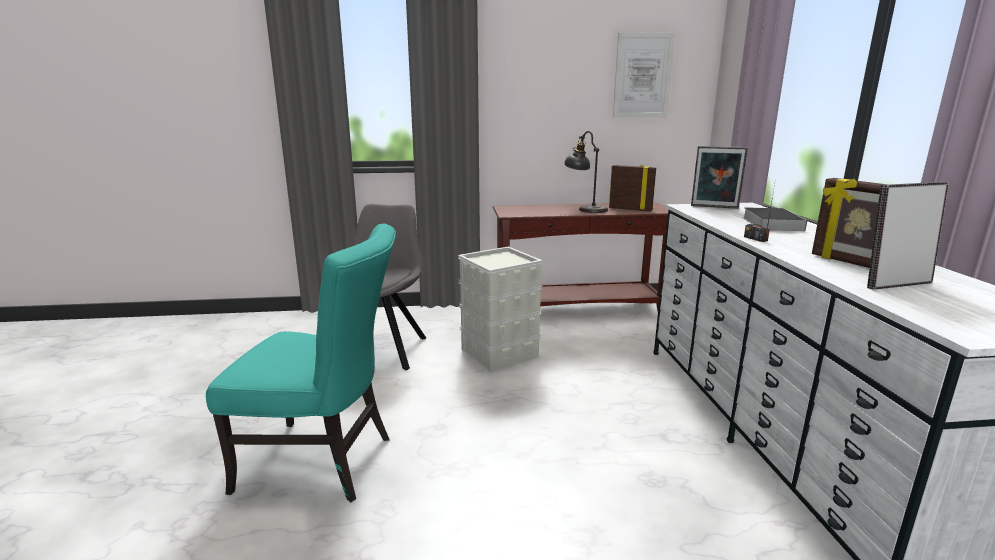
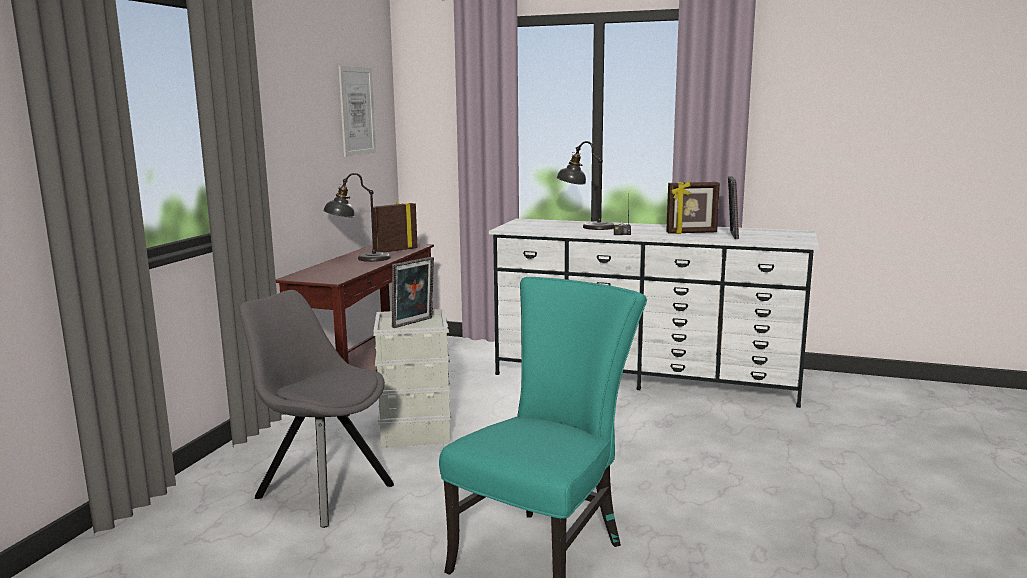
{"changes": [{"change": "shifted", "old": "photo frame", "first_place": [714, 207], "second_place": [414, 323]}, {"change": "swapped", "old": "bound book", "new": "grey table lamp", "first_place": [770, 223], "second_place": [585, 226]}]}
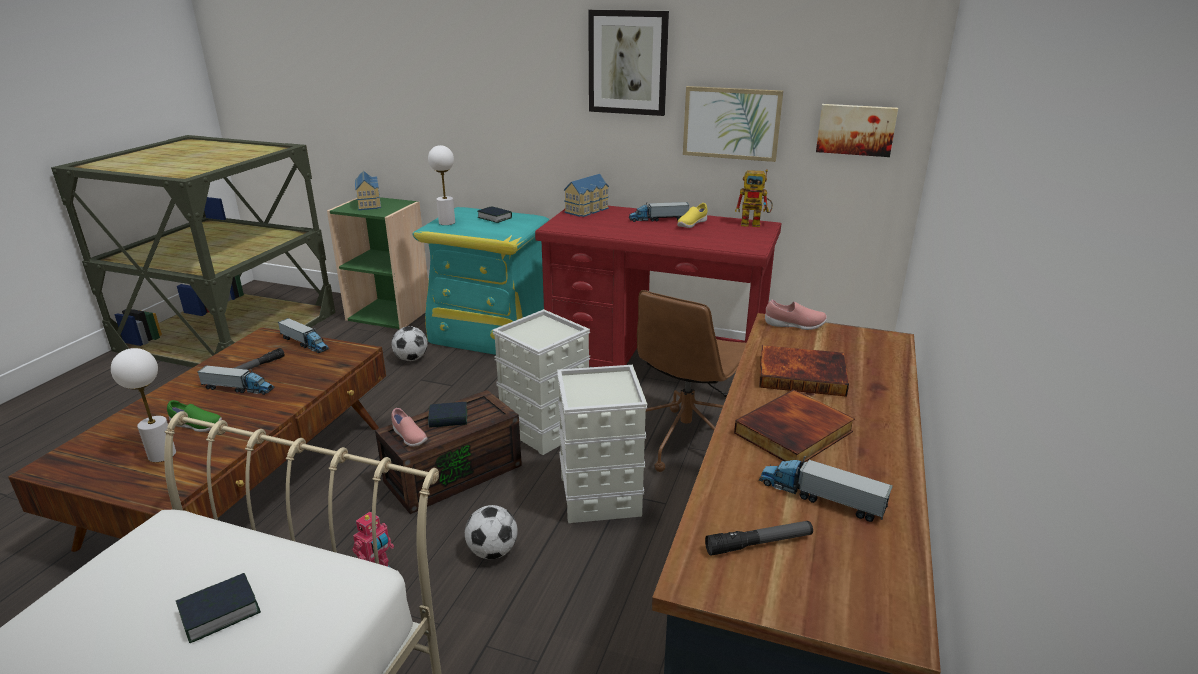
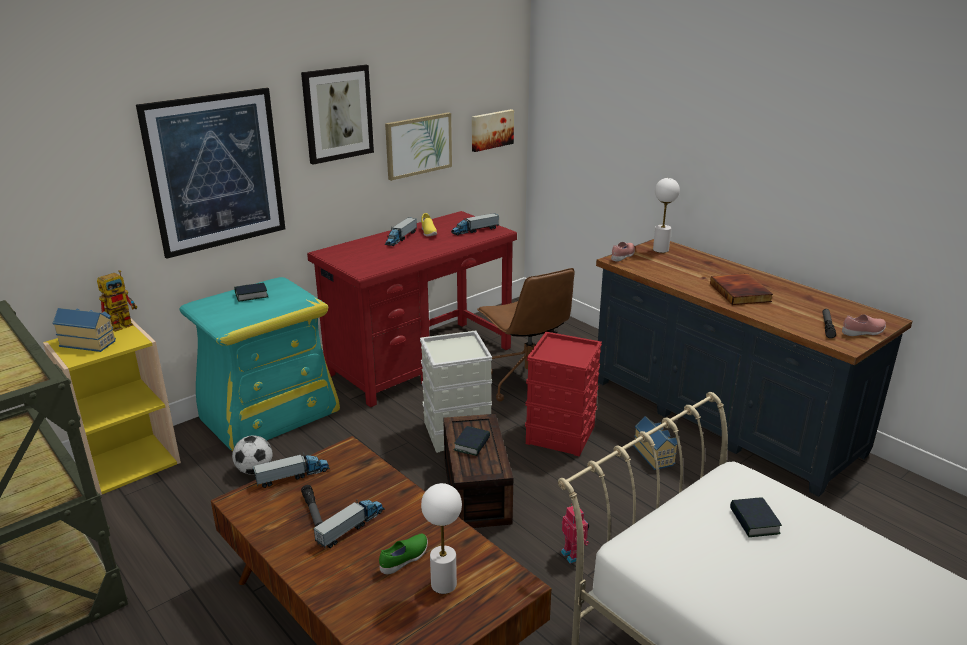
{"changes": [{"change": "repainted", "old": "green-coloured bookcase", "new": "yellowish bookcase", "first_place": [390, 313], "second_place": [129, 462]}, {"change": "shifted", "old": "pinkish shoe", "first_place": [409, 437], "second_place": [863, 332]}, {"change": "shifted", "old": "whitish table lamp", "first_place": [447, 222], "second_place": [660, 249]}, {"change": "gone", "old": "football", "first_place": [492, 552]}, {"change": "repainted", "old": "grey storage bin", "new": "red-coloured storage bin", "first_place": [601, 496], "second_place": [561, 435]}, {"change": "shifted", "old": "model house", "first_place": [588, 210], "second_place": [655, 454]}, {"change": "shifted", "old": "model robot", "first_place": [755, 224], "second_place": [124, 324]}, {"change": "gone", "old": "bound book", "first_place": [802, 374]}, {"change": "shifted", "old": "toy truck", "first_place": [820, 498], "second_place": [475, 230]}, {"change": "new", "new": "picture", "second_place": [216, 171]}]}
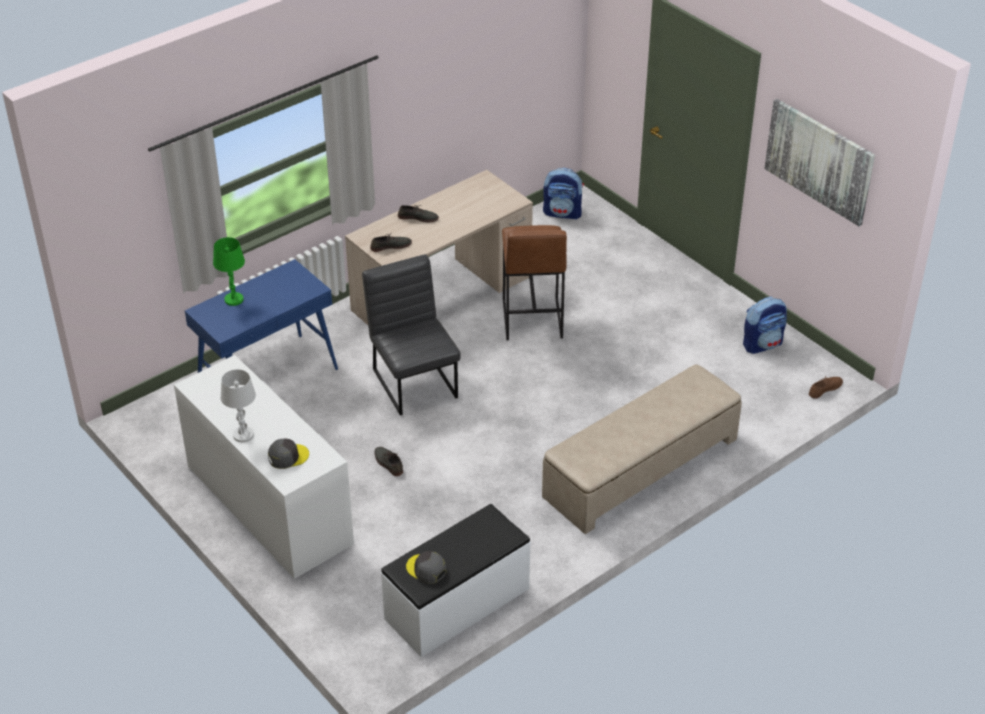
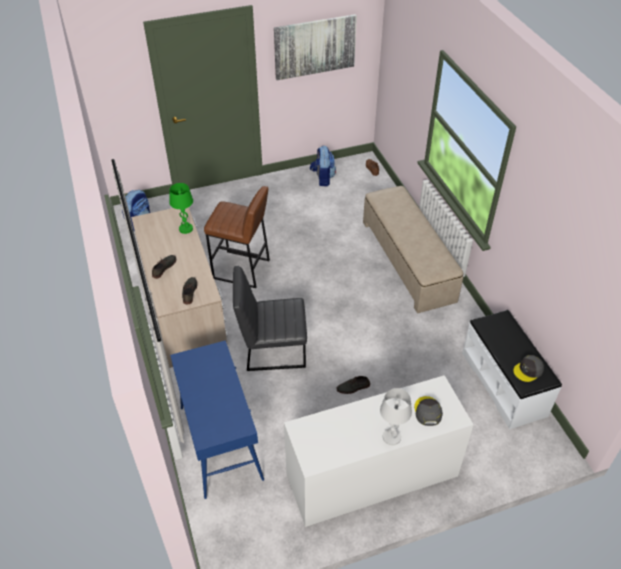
{"changes": [{"change": "shifted", "old": "green-coloured table lamp", "first_place": [234, 300], "second_place": [186, 228]}]}
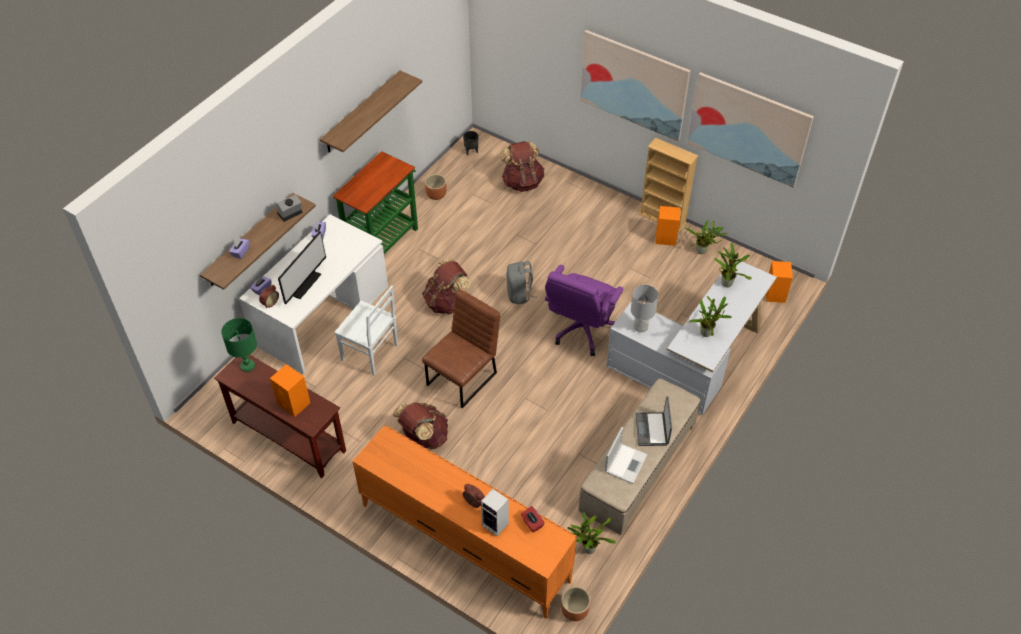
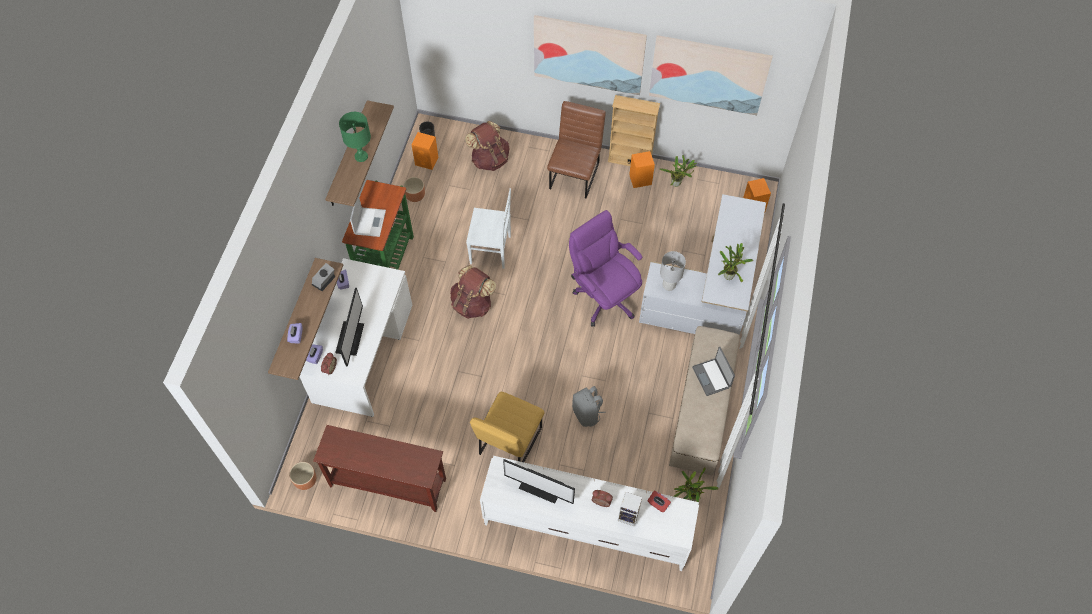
{"changes": [{"change": "shifted", "old": "green-coloured table lamp", "first_place": [248, 365], "second_place": [361, 156]}, {"change": "shifted", "old": "orange-coloured audio speaker", "first_place": [294, 404], "second_place": [427, 161]}, {"change": "shifted", "old": "whitish plain chair", "first_place": [371, 353], "second_place": [492, 250]}, {"change": "repainted", "old": "orange-coloured cupboard", "new": "whitish cupboard", "first_place": [463, 543], "second_place": [585, 528]}, {"change": "swapped", "old": "brownish knapsack", "new": "yellowish plain chair", "first_place": [424, 437], "second_place": [509, 442]}, {"change": "shifted", "old": "brownish plain chair", "first_place": [463, 377], "second_place": [575, 174]}, {"change": "shifted", "old": "grey knapsack", "first_place": [519, 294], "second_place": [587, 414]}, {"change": "rotated", "old": "purple-coloured desk chair", "first_place": [581, 332], "second_place": [603, 296], "degrees": 135}, {"change": "shifted", "old": "brownish planter", "first_place": [574, 610], "second_place": [306, 480]}, {"change": "shifted", "old": "laptop", "first_place": [626, 462], "second_place": [370, 221]}, {"change": "gone", "old": "houseplant", "first_place": [727, 282]}, {"change": "new", "new": "monitor", "second_place": [541, 486]}]}
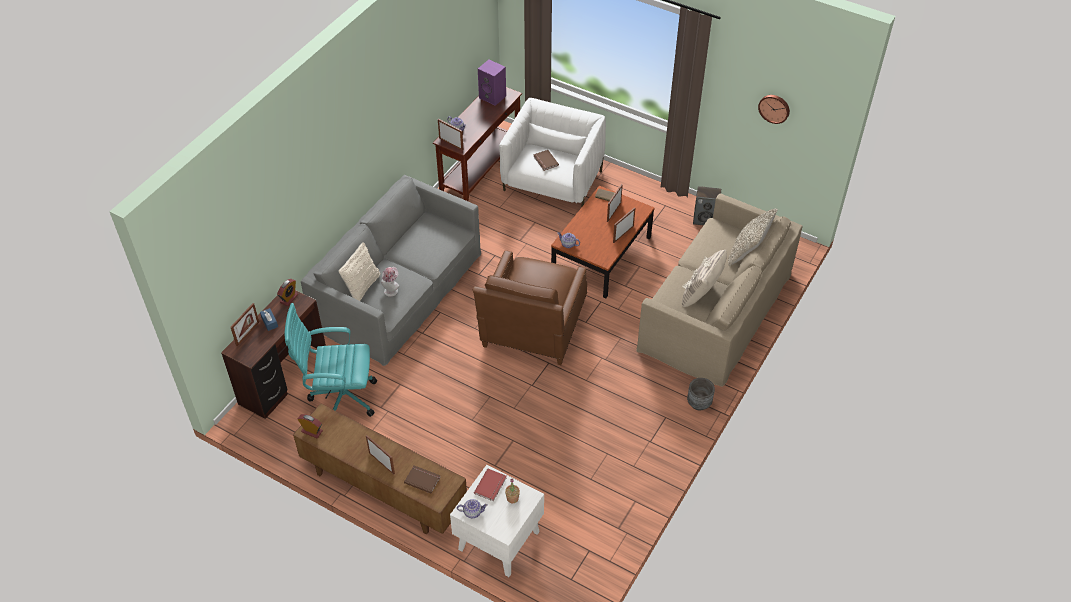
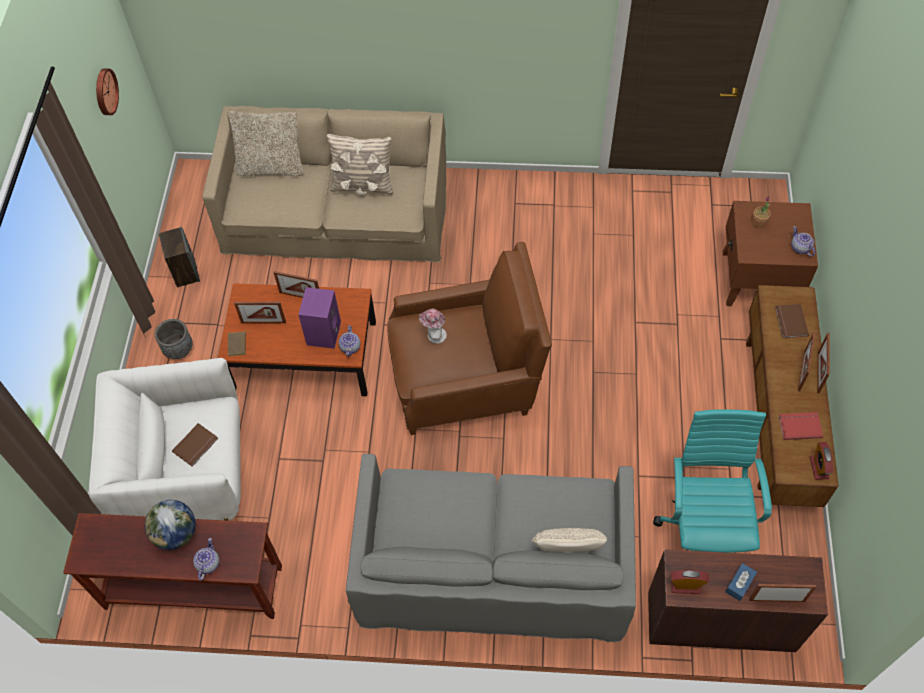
{"changes": [{"change": "rotated", "old": "turquoise desk chair", "first_place": [340, 398], "second_place": [703, 531], "degrees": -150}, {"change": "shifted", "old": "clothing hat", "first_place": [392, 290], "second_place": [434, 335]}, {"change": "shifted", "old": "photo frame", "first_place": [451, 144], "second_place": [818, 372]}, {"change": "repainted", "old": "whitish bedside table", "new": "brownish bedside table", "first_place": [498, 540], "second_place": [757, 280]}, {"change": "shifted", "old": "red-coloured bound book", "first_place": [491, 485], "second_place": [799, 426]}, {"change": "shifted", "old": "purple-coloured audio speaker", "first_place": [493, 97], "second_place": [323, 332]}, {"change": "shifted", "old": "grey planter", "first_place": [699, 403], "second_place": [179, 349]}, {"change": "new", "new": "desk globe", "second_place": [176, 534]}]}
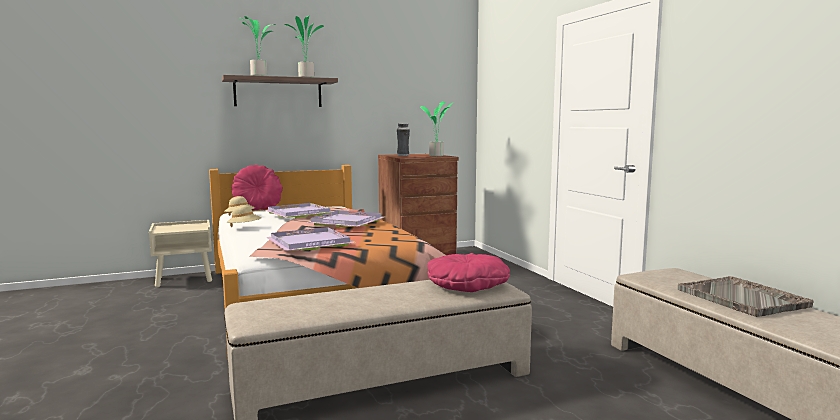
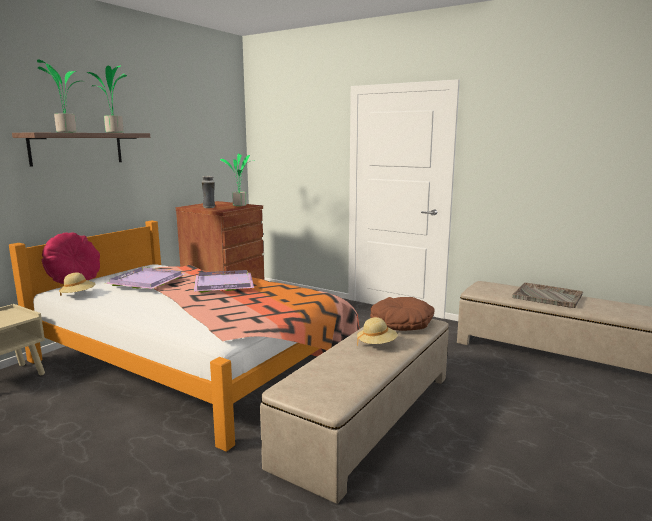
{"changes": [{"change": "shifted", "old": "beige clothing hat", "first_place": [244, 228], "second_place": [376, 344]}, {"change": "gone", "old": "purple-coloured carrying tray", "first_place": [311, 243]}, {"change": "repainted", "old": "pinkish throw pillow", "new": "brownish throw pillow", "first_place": [466, 284], "second_place": [400, 323]}]}
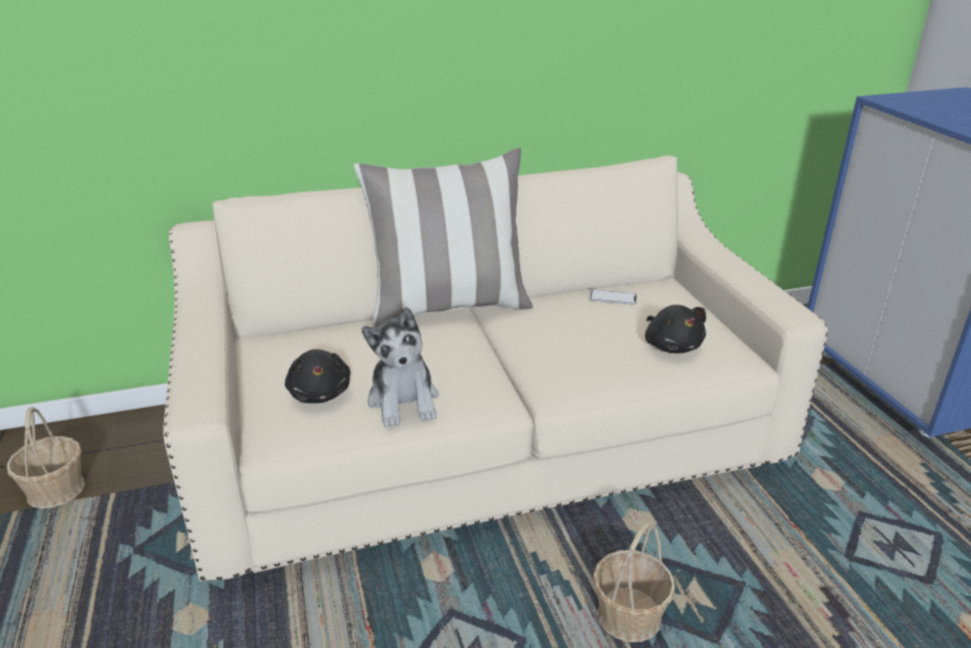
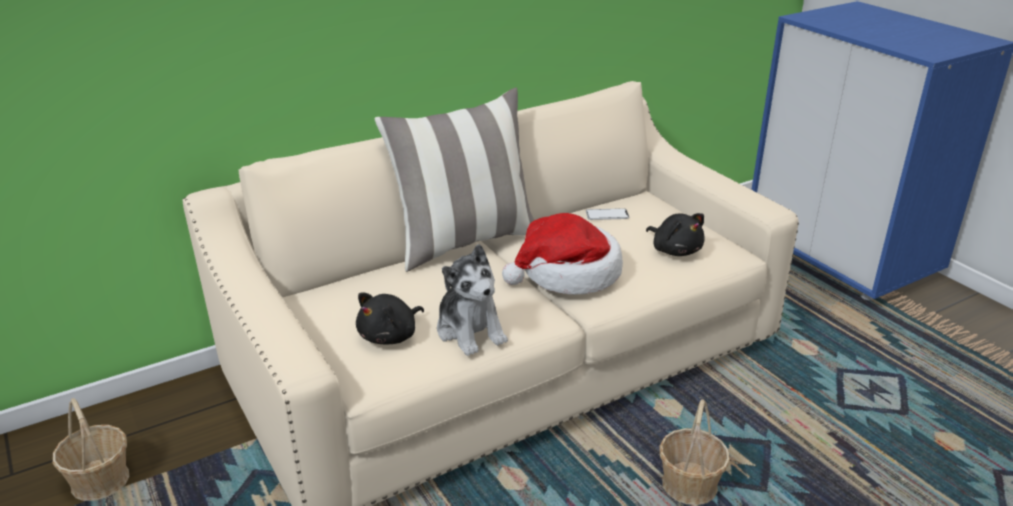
{"changes": [{"change": "rotated", "old": "blackish plush toy", "first_place": [320, 393], "second_place": [390, 336], "degrees": 75}, {"change": "new", "new": "clothing hat", "second_place": [568, 274]}]}
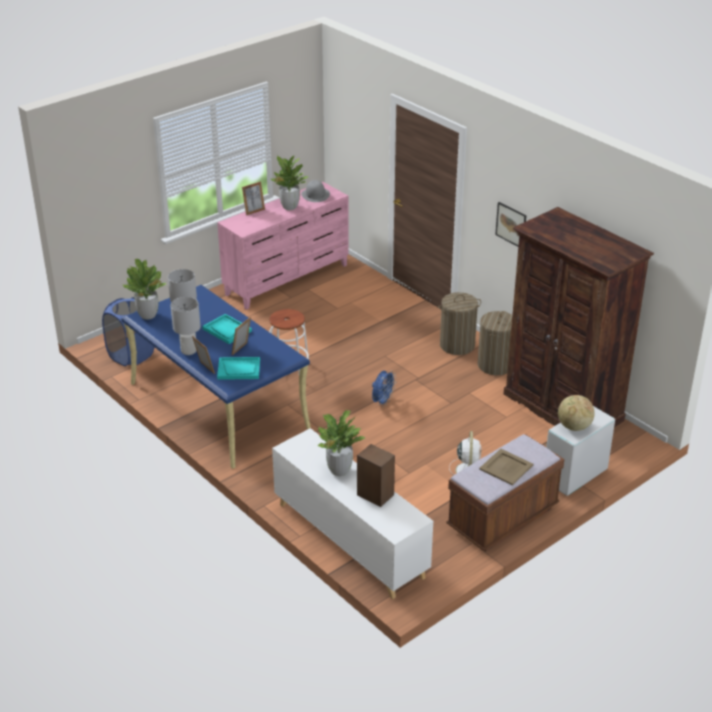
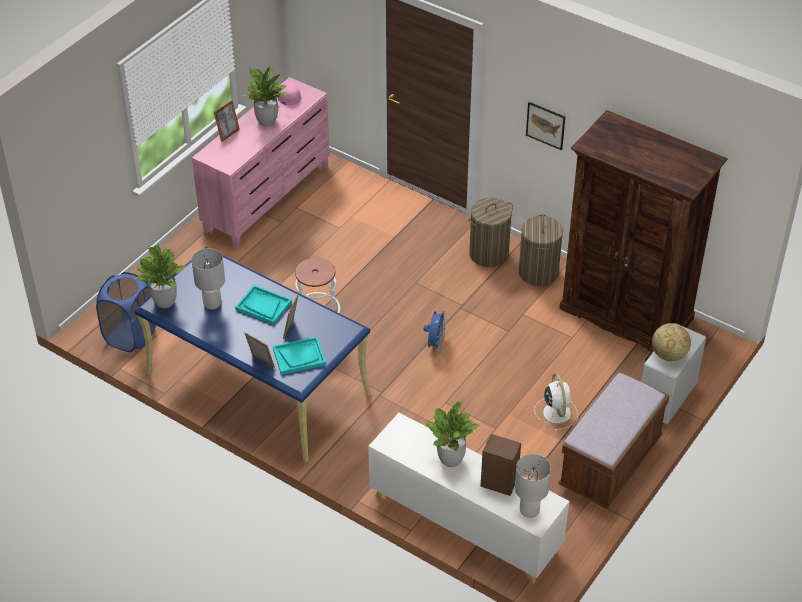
{"changes": [{"change": "shifted", "old": "grey table lamp", "first_place": [188, 352], "second_place": [529, 512]}, {"change": "repainted", "old": "grey clothing hat", "new": "pinkish clothing hat", "first_place": [315, 195], "second_place": [289, 98]}, {"change": "gone", "old": "beige carrying tray", "first_place": [505, 467]}]}
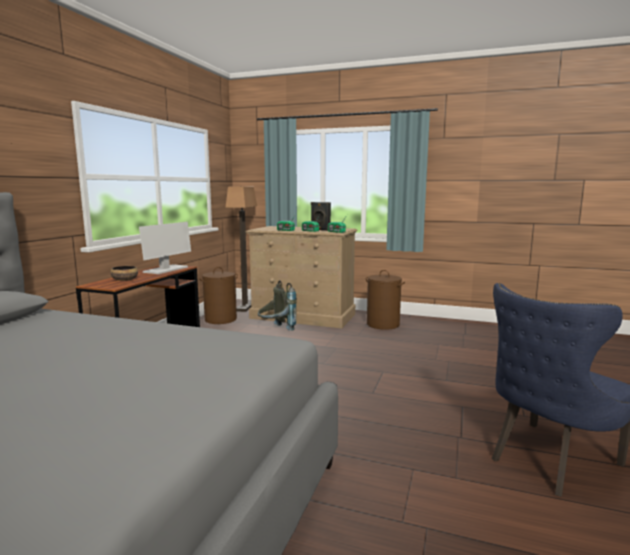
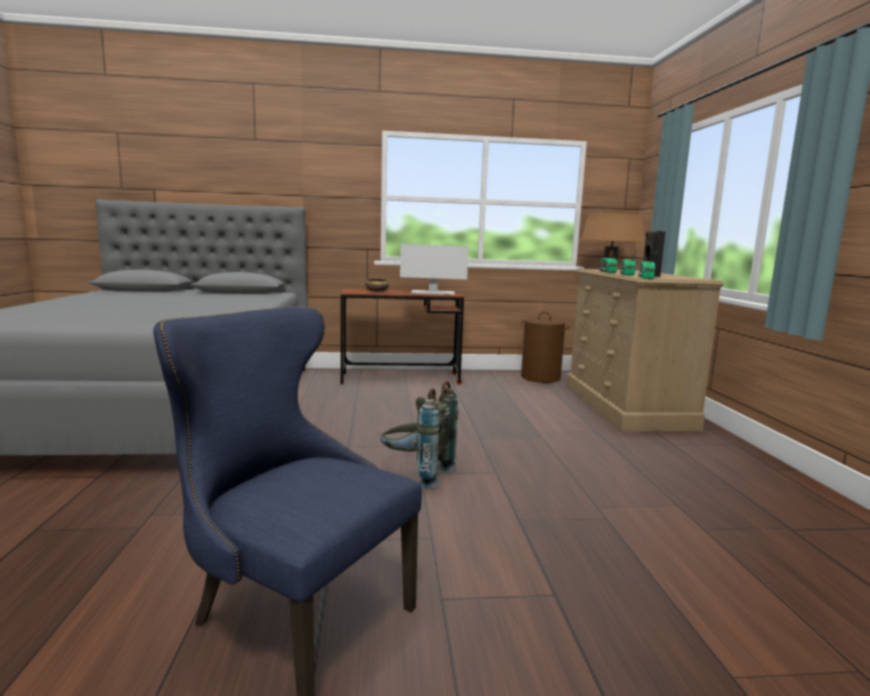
{"changes": [{"change": "shifted", "old": "grey knapsack", "first_place": [276, 329], "second_place": [416, 474]}, {"change": "gone", "old": "brownish washing basket", "first_place": [383, 324]}]}
